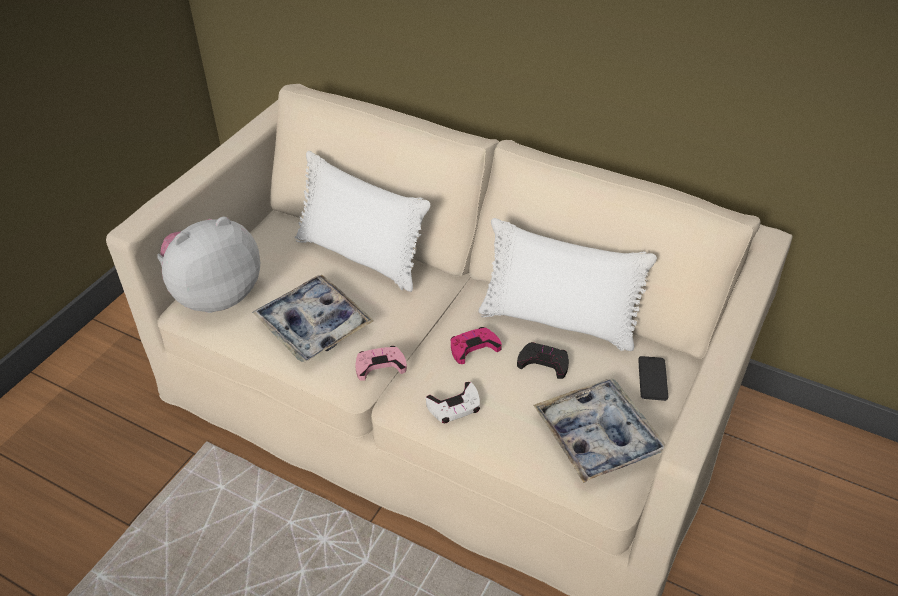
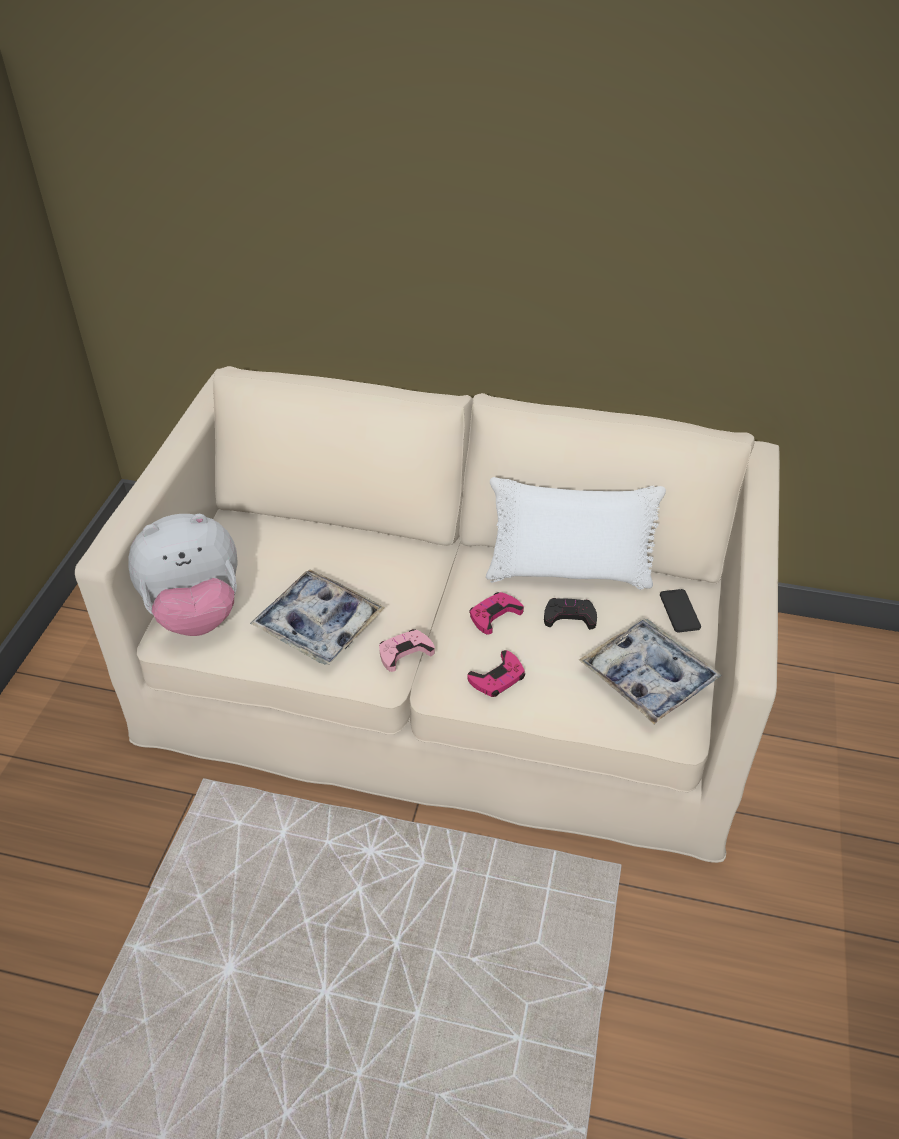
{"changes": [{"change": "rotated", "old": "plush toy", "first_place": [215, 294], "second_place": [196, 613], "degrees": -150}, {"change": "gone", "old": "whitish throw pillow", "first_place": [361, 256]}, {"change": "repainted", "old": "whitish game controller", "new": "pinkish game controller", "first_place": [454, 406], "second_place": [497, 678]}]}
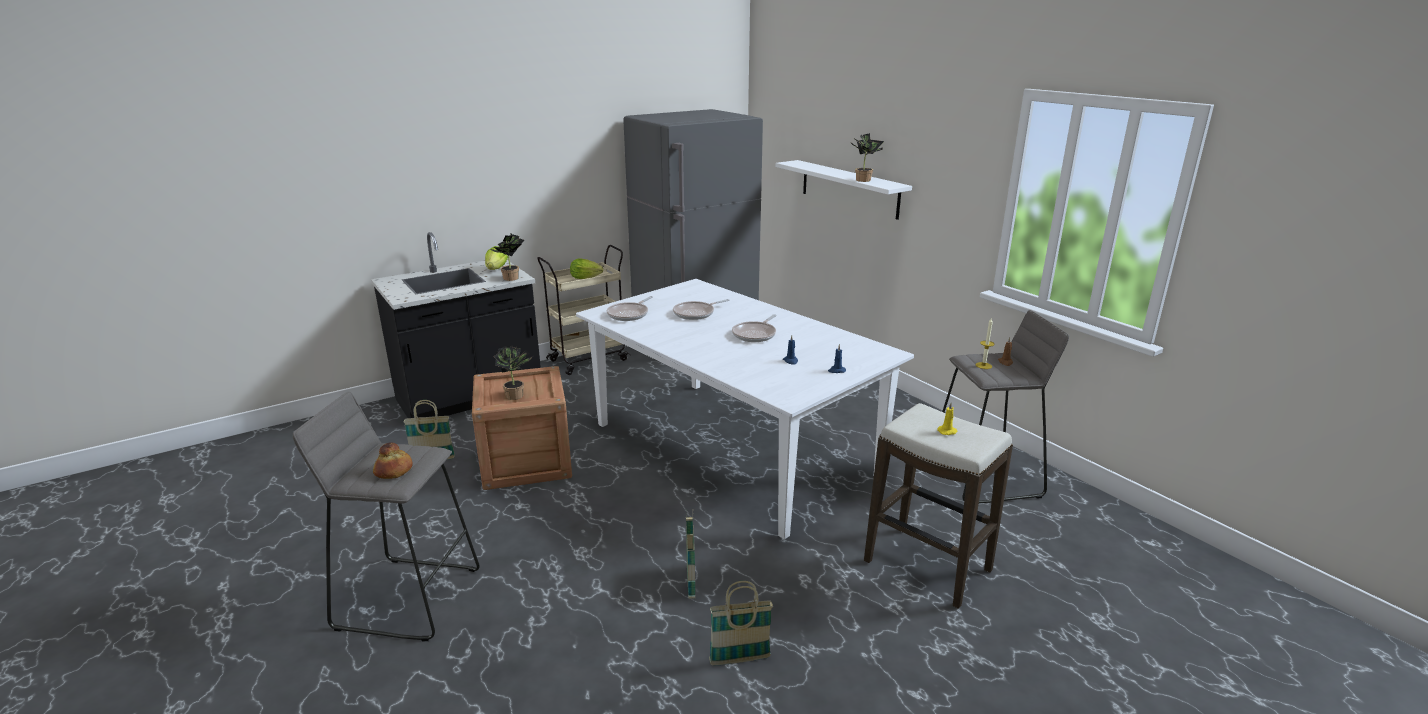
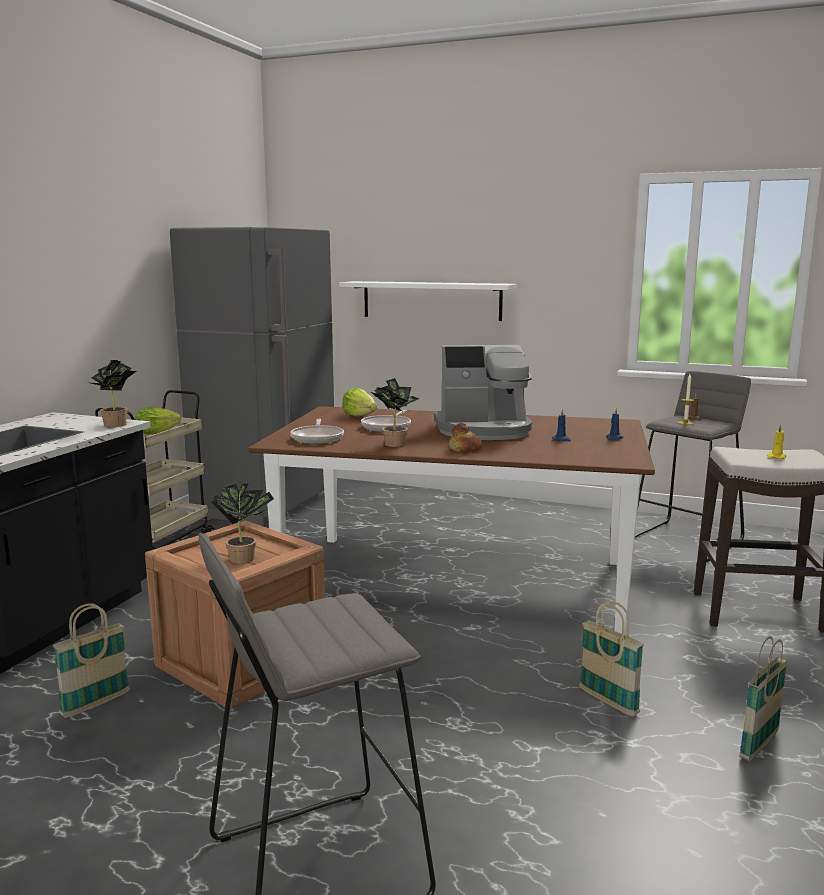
{"changes": [{"change": "shifted", "old": "bread", "first_place": [394, 470], "second_place": [465, 449]}, {"change": "shifted", "old": "lettuce", "first_place": [496, 269], "second_place": [360, 416]}, {"change": "repainted", "old": "whitish kitchen table", "new": "brownish kitchen table", "first_place": [733, 449], "second_place": [457, 580]}, {"change": "swapped", "old": "pan", "new": "coffee brewer", "first_place": [755, 334], "second_place": [484, 430]}, {"change": "shifted", "old": "houseplant", "first_place": [864, 180], "second_place": [394, 443]}]}
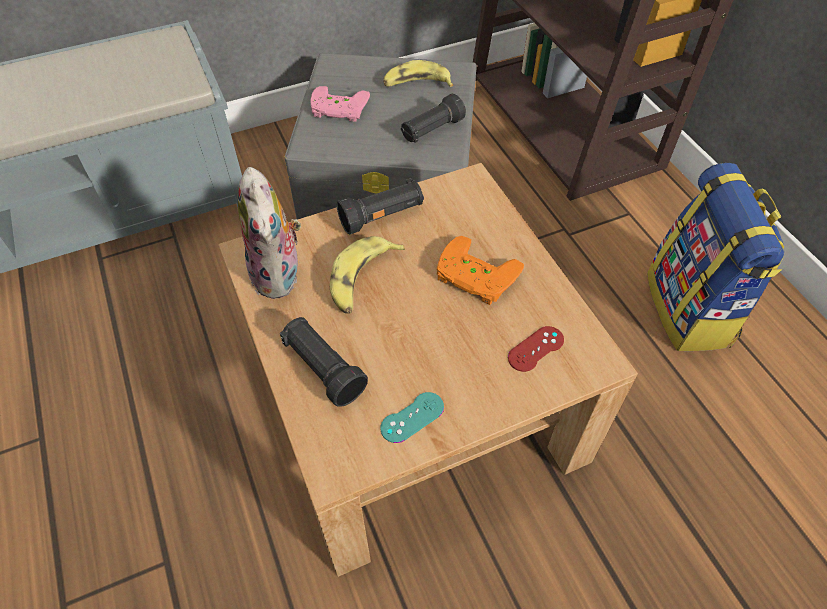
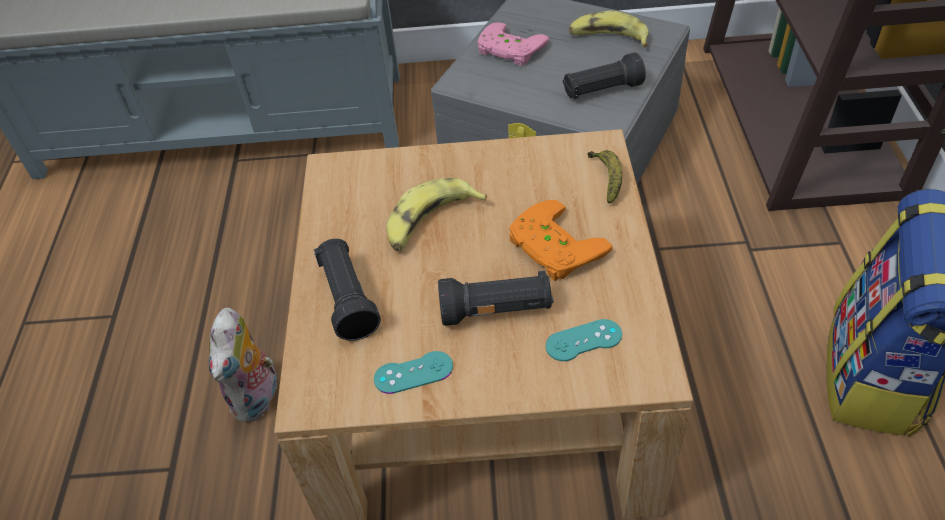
{"changes": [{"change": "shifted", "old": "plush toy", "first_place": [280, 275], "second_place": [258, 398]}, {"change": "shifted", "old": "blackish torch", "first_place": [382, 216], "second_place": [496, 311]}, {"change": "repainted", "old": "red-coloured game controller", "new": "turquoise game controller", "first_place": [536, 349], "second_place": [583, 340]}, {"change": "new", "new": "banana", "second_place": [606, 179]}]}
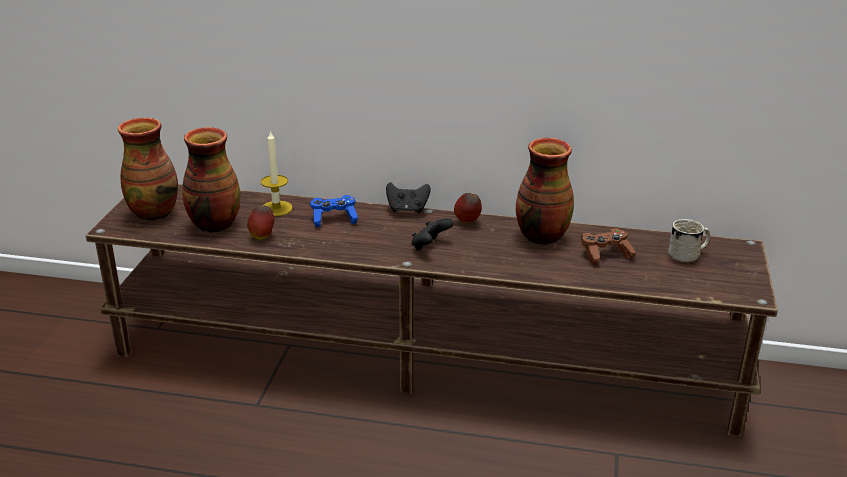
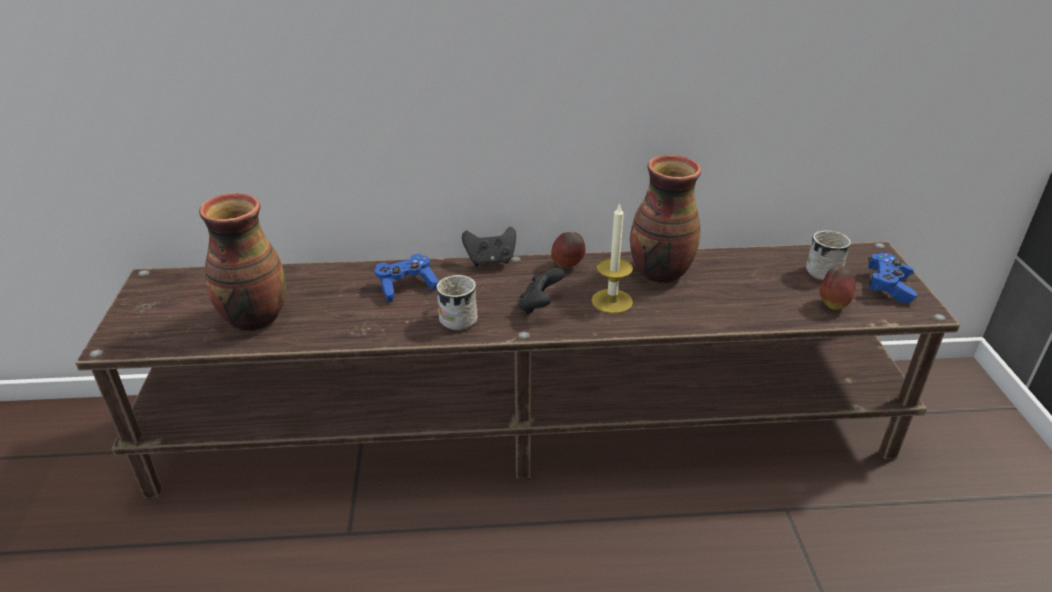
{"changes": [{"change": "gone", "old": "flower vase", "first_place": [154, 212]}, {"change": "shifted", "old": "apple fruit", "first_place": [262, 236], "second_place": [833, 305]}, {"change": "shifted", "old": "wax candle", "first_place": [276, 208], "second_place": [612, 301]}, {"change": "gone", "old": "brownish game controller", "first_place": [605, 254]}, {"change": "new", "new": "whitish tea mug", "second_place": [457, 316]}, {"change": "new", "new": "blue game controller", "second_place": [888, 286]}]}
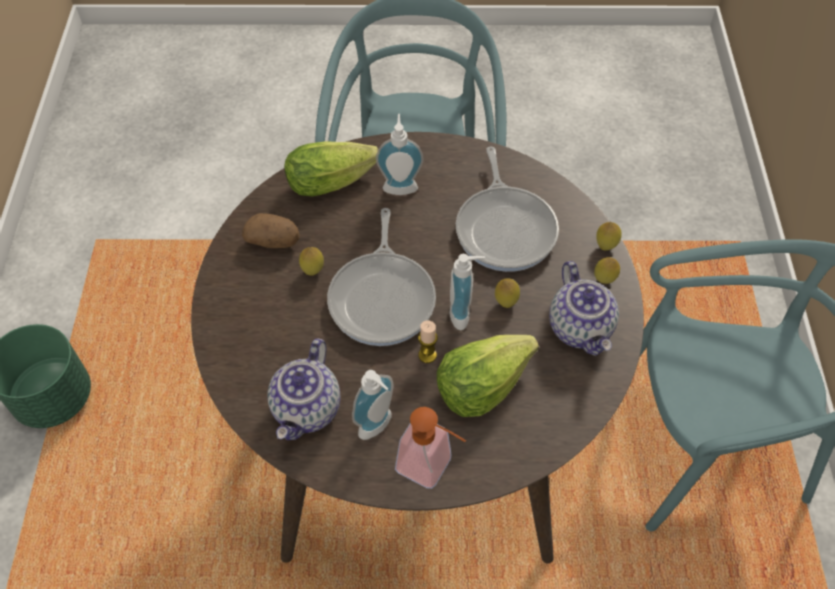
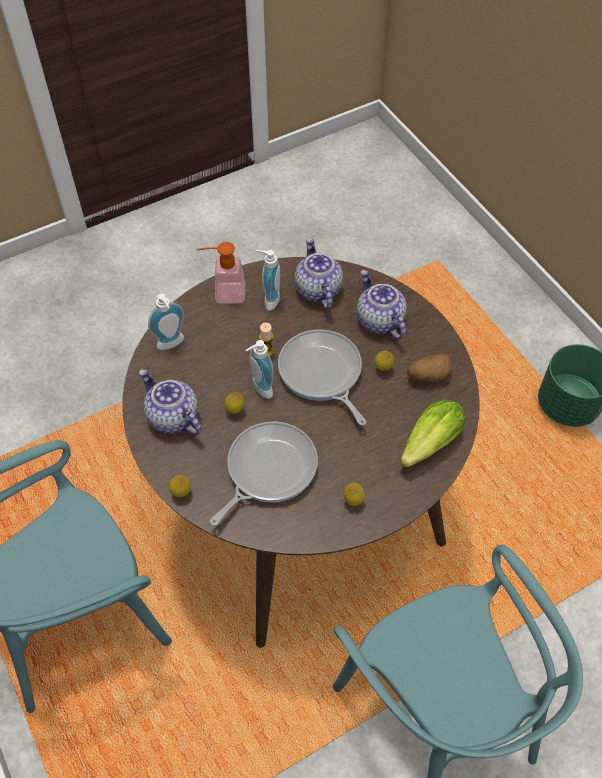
{"changes": [{"change": "shifted", "old": "soap bottle", "first_place": [400, 185], "second_place": [172, 345]}, {"change": "gone", "old": "lettuce", "first_place": [481, 384]}, {"change": "rotated", "old": "pan", "first_place": [505, 228], "second_place": [268, 470], "degrees": 75}, {"change": "shifted", "old": "lemon", "first_place": [604, 280], "second_place": [353, 501]}, {"change": "new", "new": "tea pot", "second_place": [379, 320]}]}
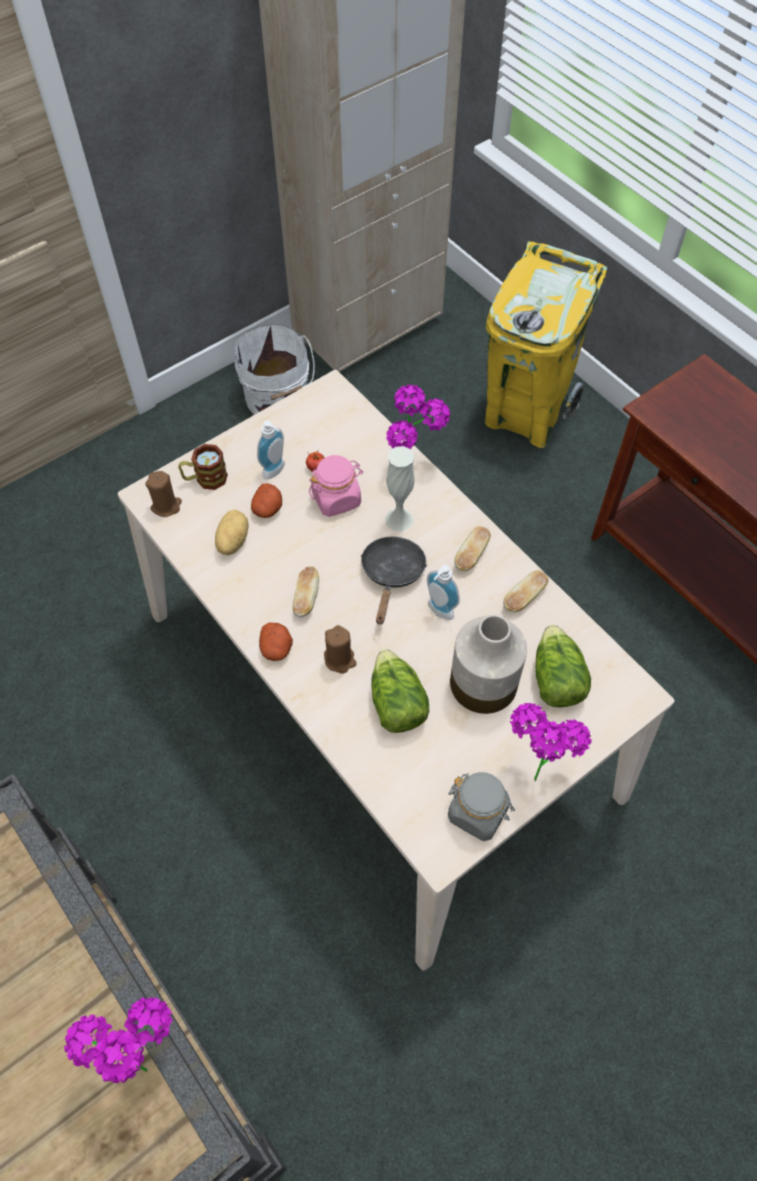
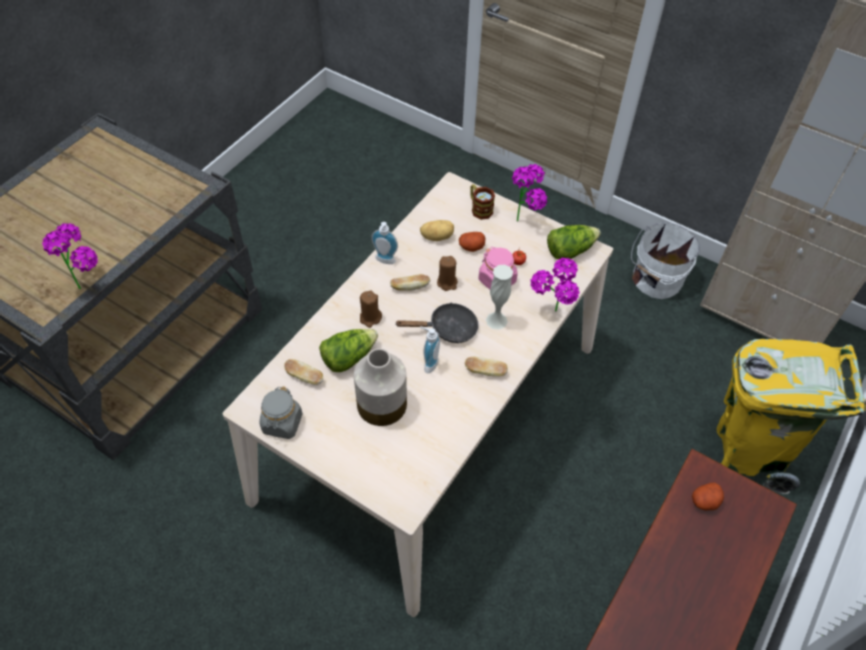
{"changes": [{"change": "shifted", "old": "brownish wax candle", "first_place": [166, 506], "second_place": [447, 282]}, {"change": "shifted", "old": "soap bottle", "first_place": [276, 471], "second_place": [384, 261]}, {"change": "shifted", "old": "whole potato", "first_place": [276, 648], "second_place": [705, 501]}, {"change": "shifted", "old": "bread", "first_place": [524, 597], "second_place": [304, 377]}, {"change": "shifted", "old": "houseplant", "first_place": [536, 766], "second_place": [525, 219]}, {"change": "shifted", "old": "lettuce", "first_place": [555, 678], "second_place": [570, 250]}]}
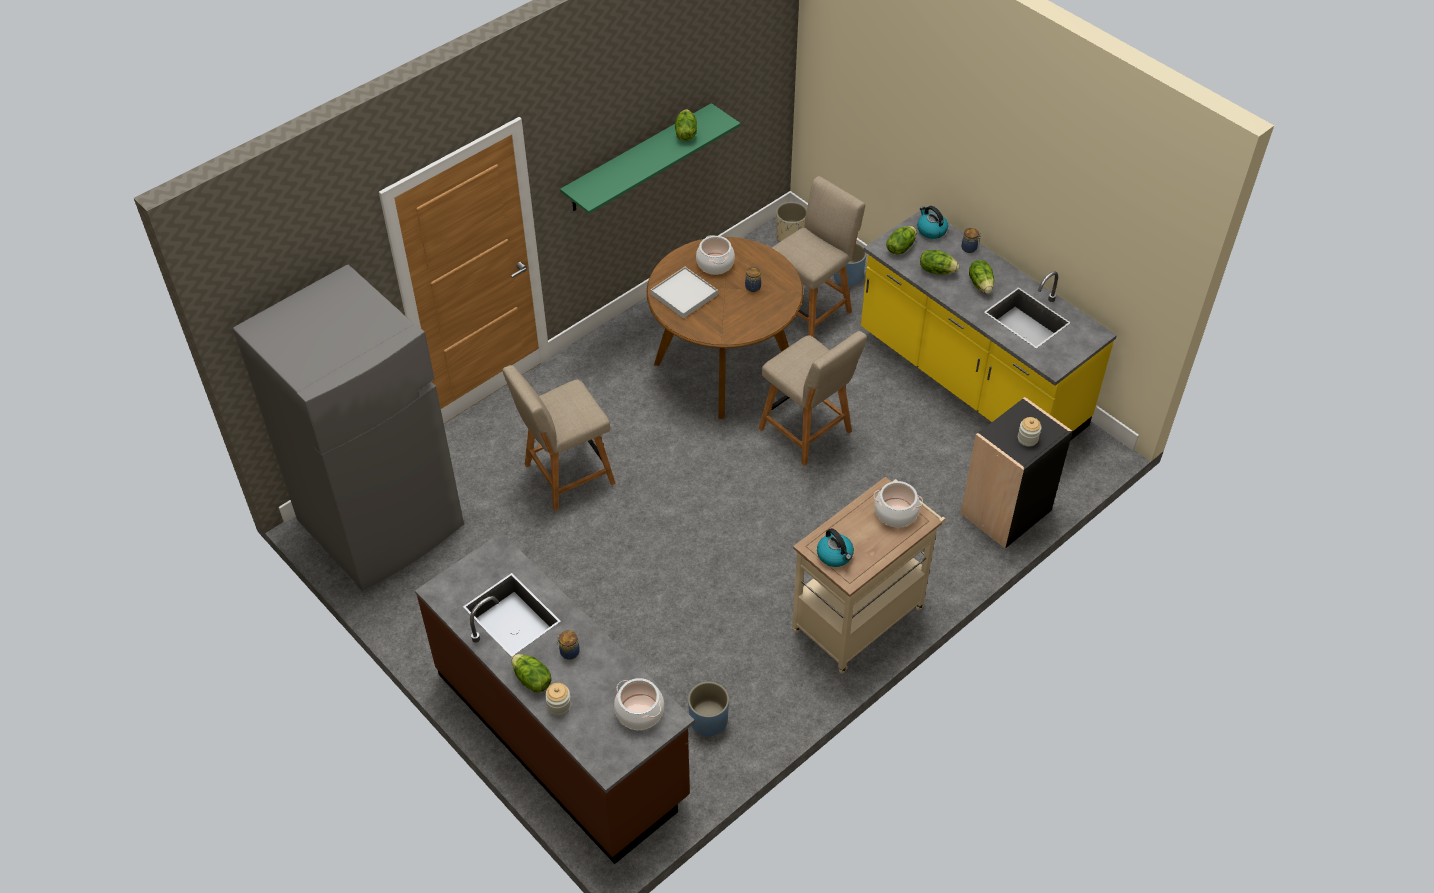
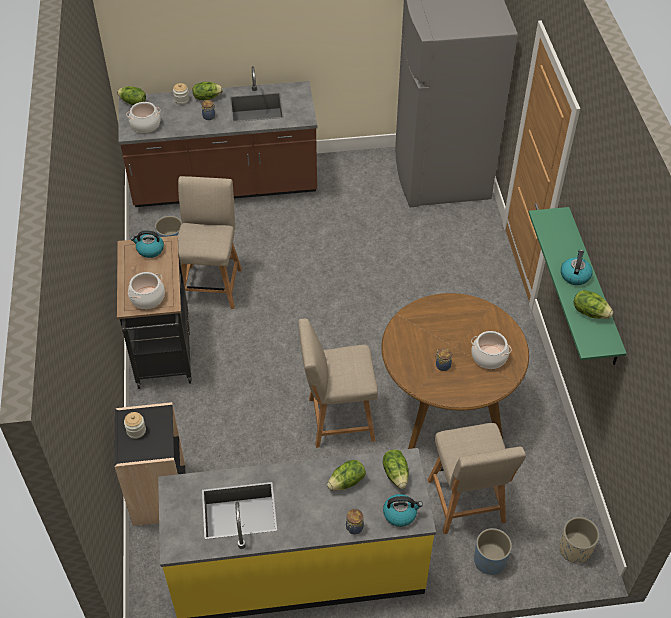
{"changes": [{"change": "shifted", "old": "beige plain chair", "first_place": [565, 476], "second_place": [212, 284]}, {"change": "gone", "old": "whitish carrying tray", "first_place": [684, 295]}, {"change": "repainted", "old": "beige wheeled cart", "new": "blackish wheeled cart", "first_place": [861, 617], "second_place": [163, 353]}, {"change": "shifted", "old": "lettuce", "first_place": [981, 284], "second_place": [133, 102]}, {"change": "new", "new": "tea kettle", "second_place": [575, 275]}]}
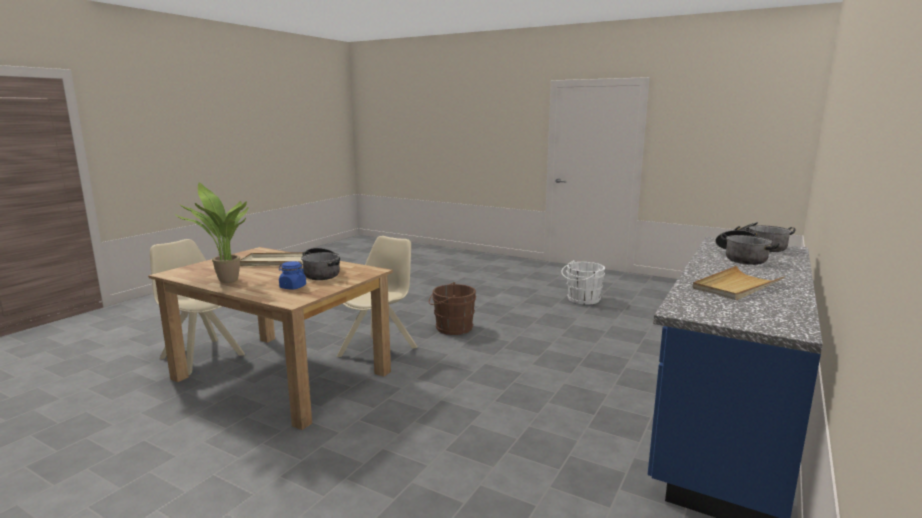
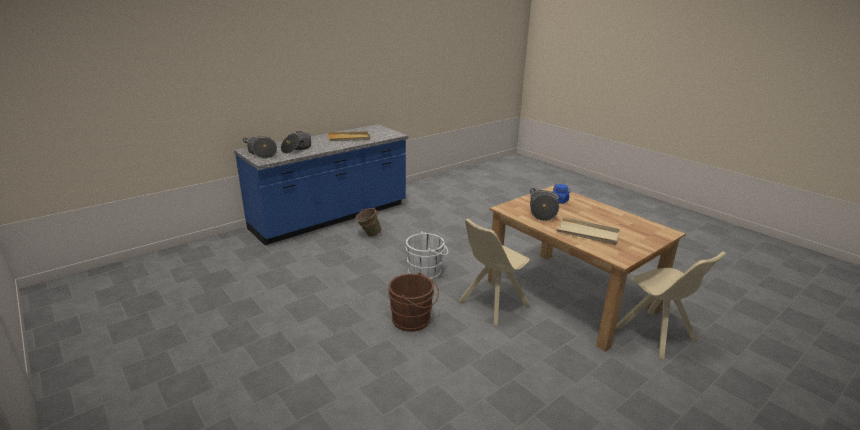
{"changes": [{"change": "gone", "old": "houseplant", "first_place": [225, 281]}, {"change": "shifted", "old": "whitish water bucket", "first_place": [582, 299], "second_place": [427, 272]}, {"change": "new", "new": "green-coloured water bucket", "second_place": [368, 235]}]}
